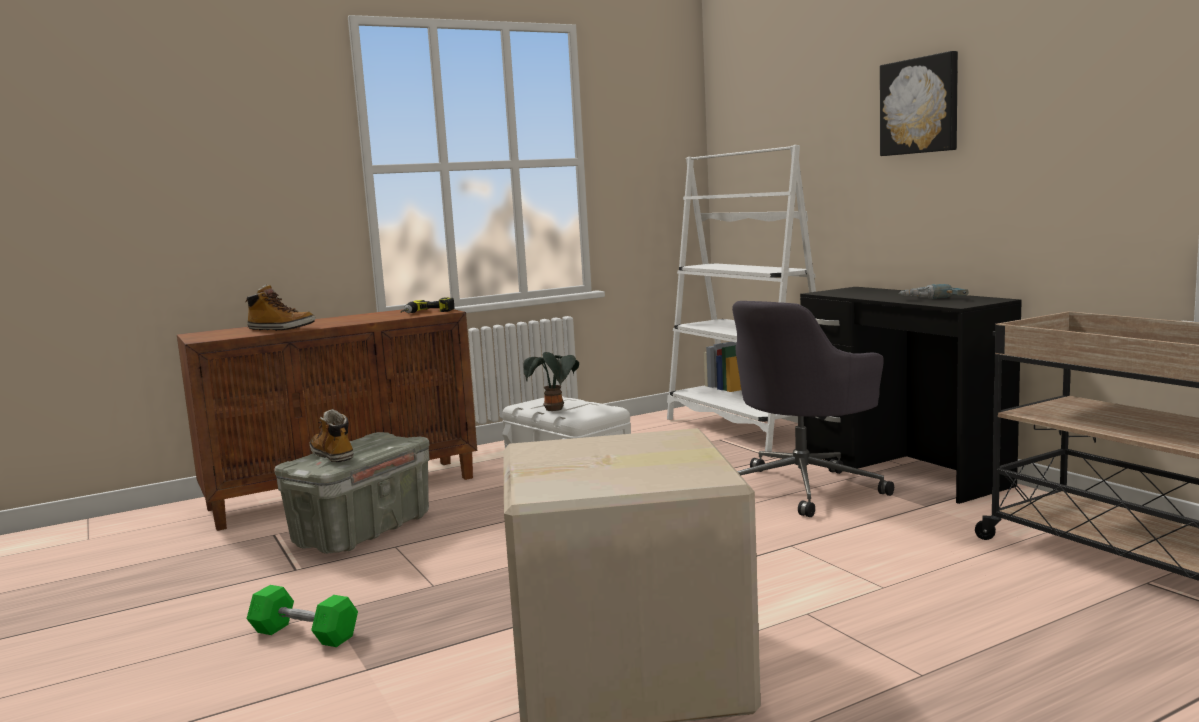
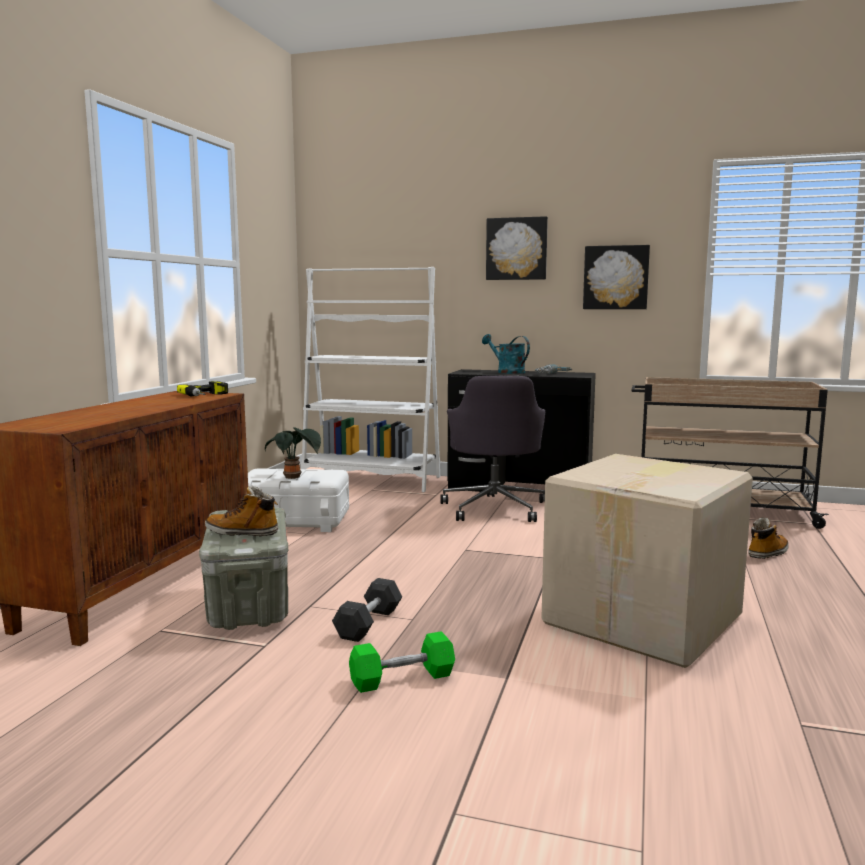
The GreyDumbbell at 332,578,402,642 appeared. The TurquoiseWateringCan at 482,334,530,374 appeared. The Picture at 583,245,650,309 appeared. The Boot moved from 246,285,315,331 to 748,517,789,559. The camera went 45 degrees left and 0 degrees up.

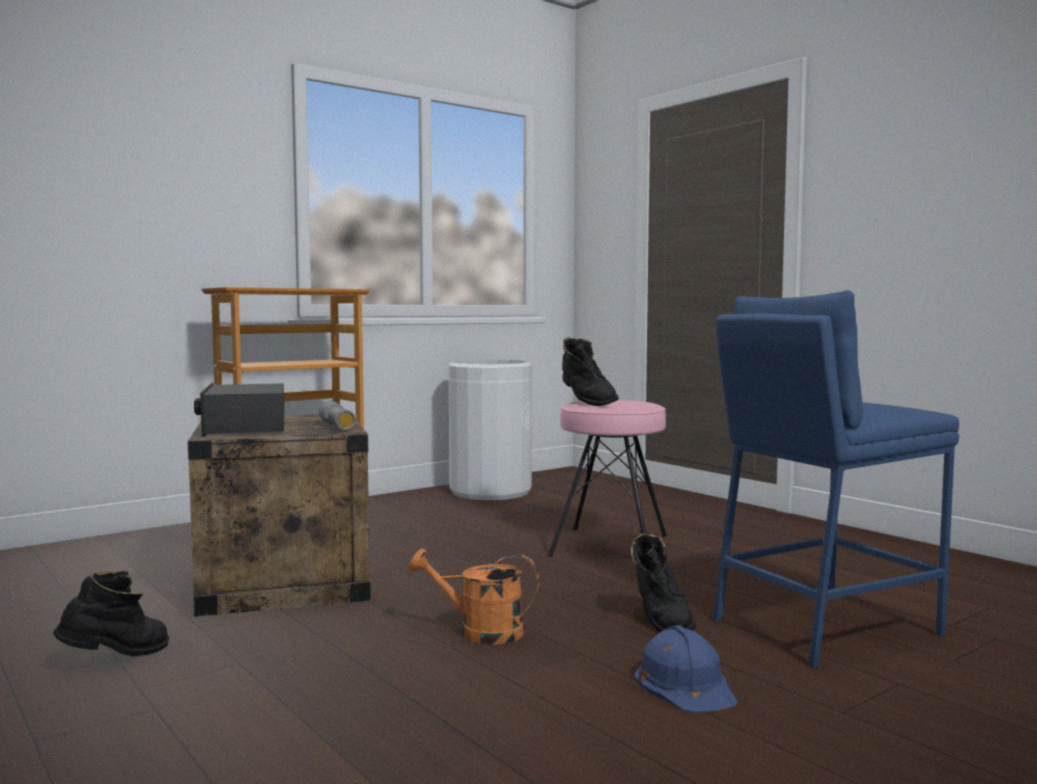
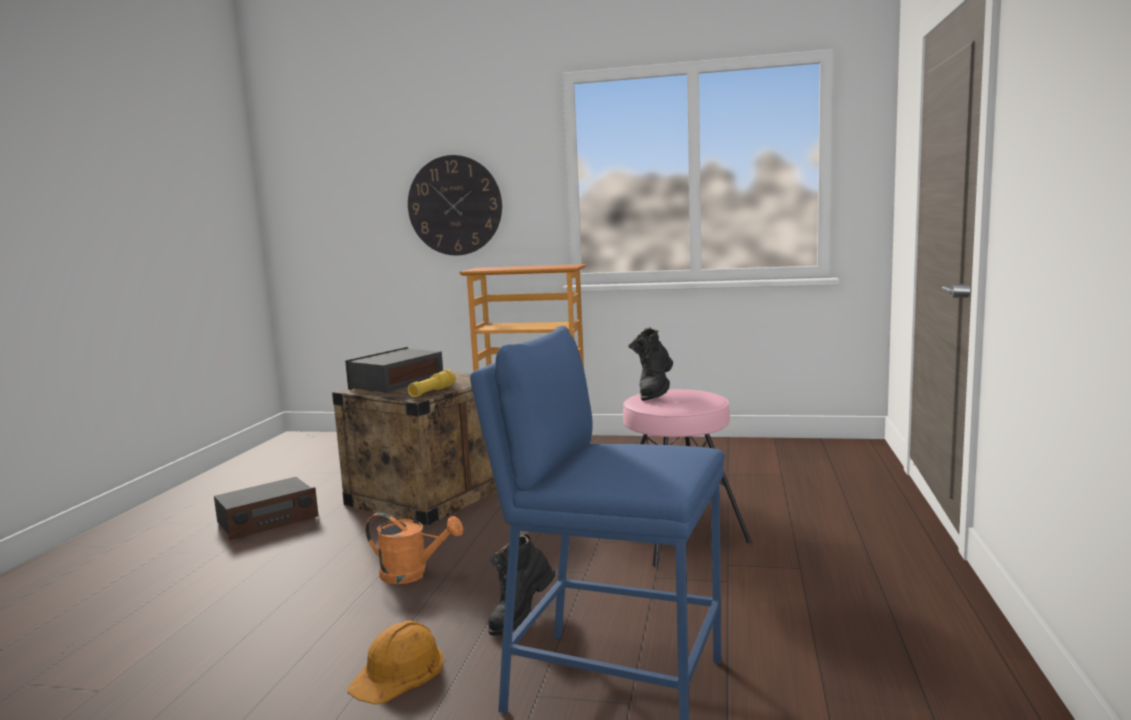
The WhiteTrashCan at 448,360,532,500 disappeared. The WallClock at 408,155,502,256 appeared. The BlackBoot at 53,570,169,657 was replaced by the Radio at 214,477,319,540. The GreyFlashlight at 319,401,356,430 became the YellowFlashlight at 408,370,456,397. The BlueHardHat at 635,625,738,713 became the OrangeHardHat at 347,620,443,705. The OrangeWateringCan at 409,549,539,645 turned 135 degrees clockwise. The camera went 50 degrees right and 5 degrees up.

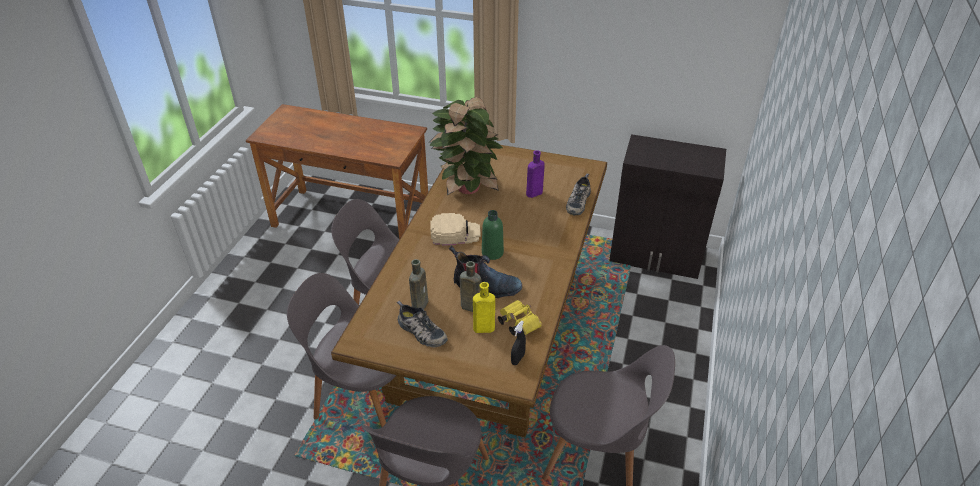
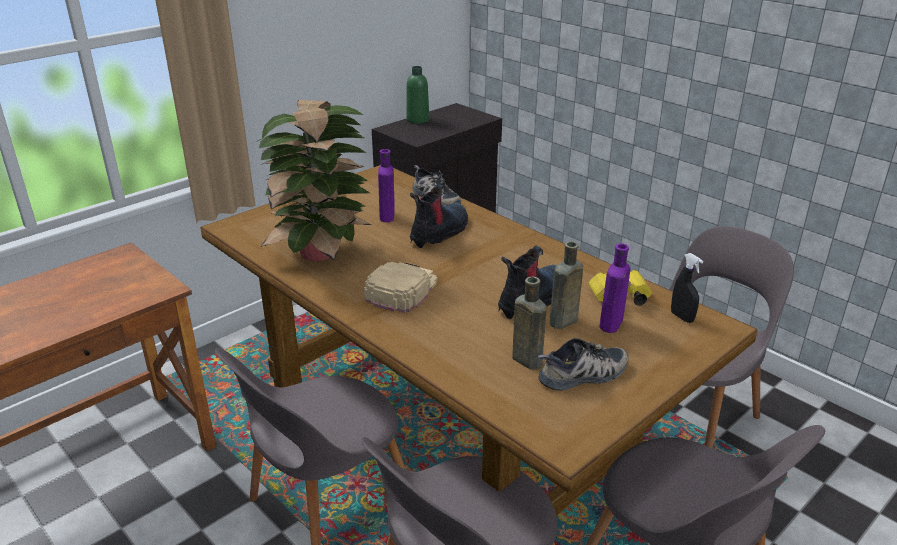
The Boot at 410,184,468,248 appeared. The GreenBottle moved from 482,210,504,260 to 406,66,429,124. The YellowBottle at 473,282,495,333 became the PurpleBottle at 599,243,630,333. The camera went 60 degrees left and 10 degrees down.

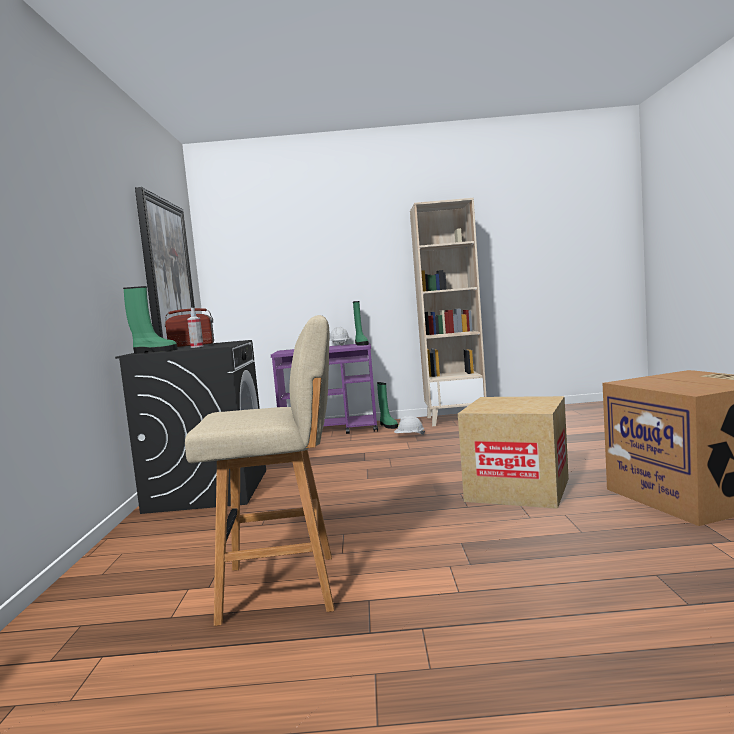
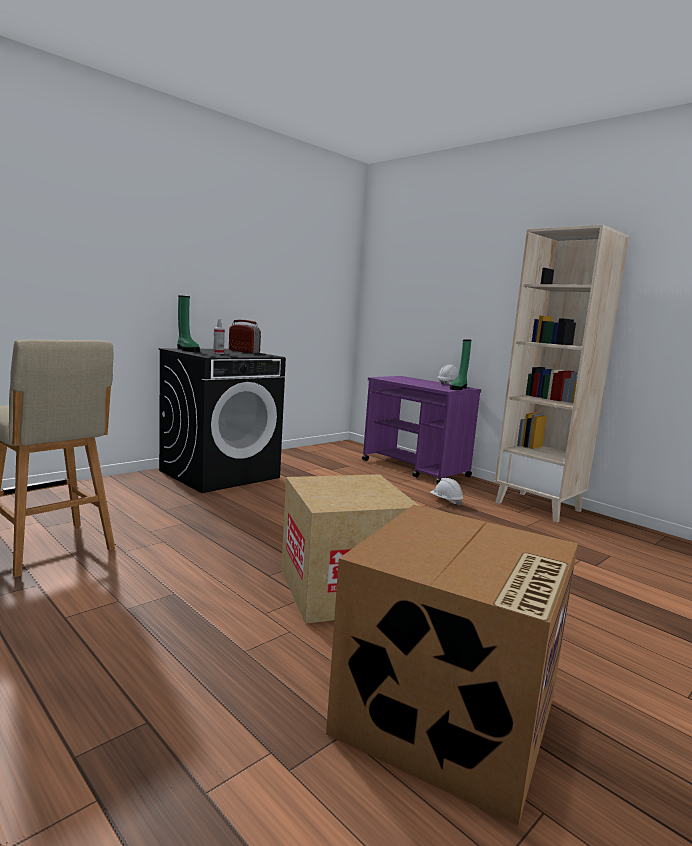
The Picture at 135,187,195,339 disappeared. The GreenBoot at 377,382,398,429 disappeared. The camera went 45 degrees right and 5 degrees up.

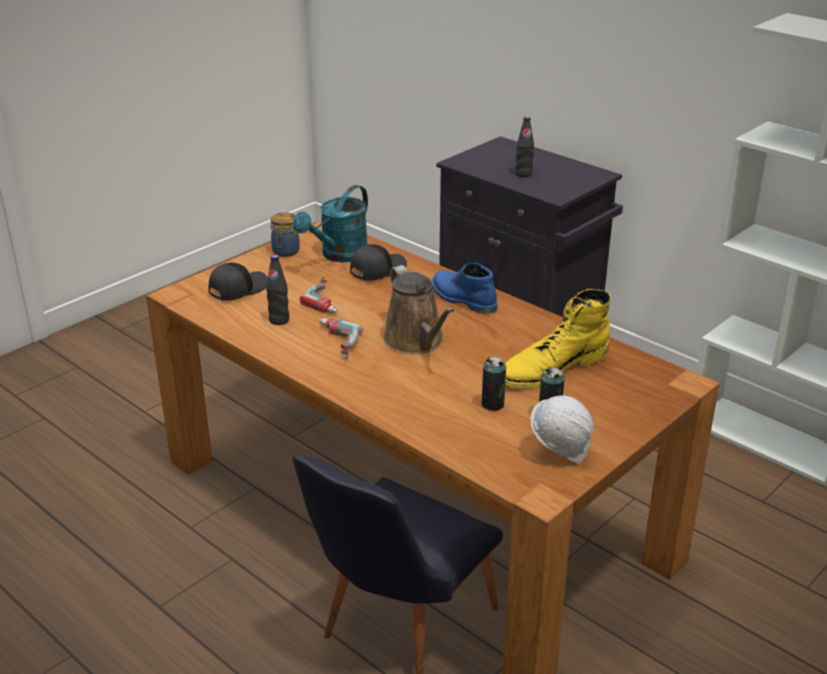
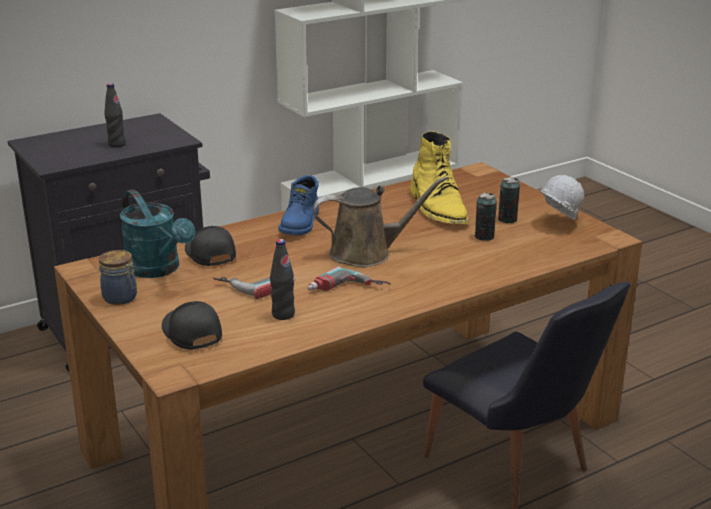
The BlueBoot at 432,263,497,314 turned 45 degrees counterclockwise. The camera went 75 degrees left and 5 degrees down.

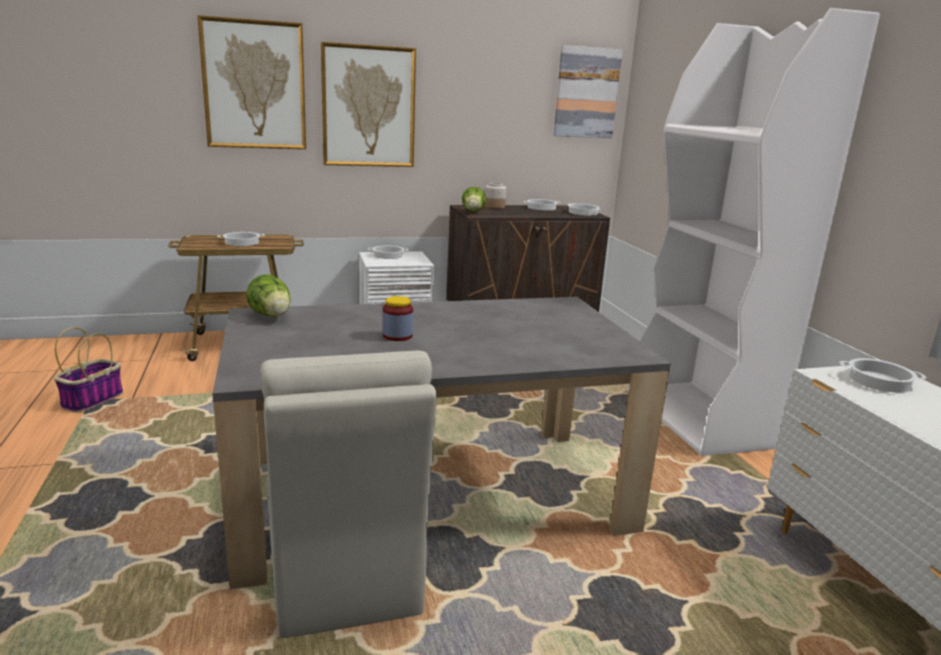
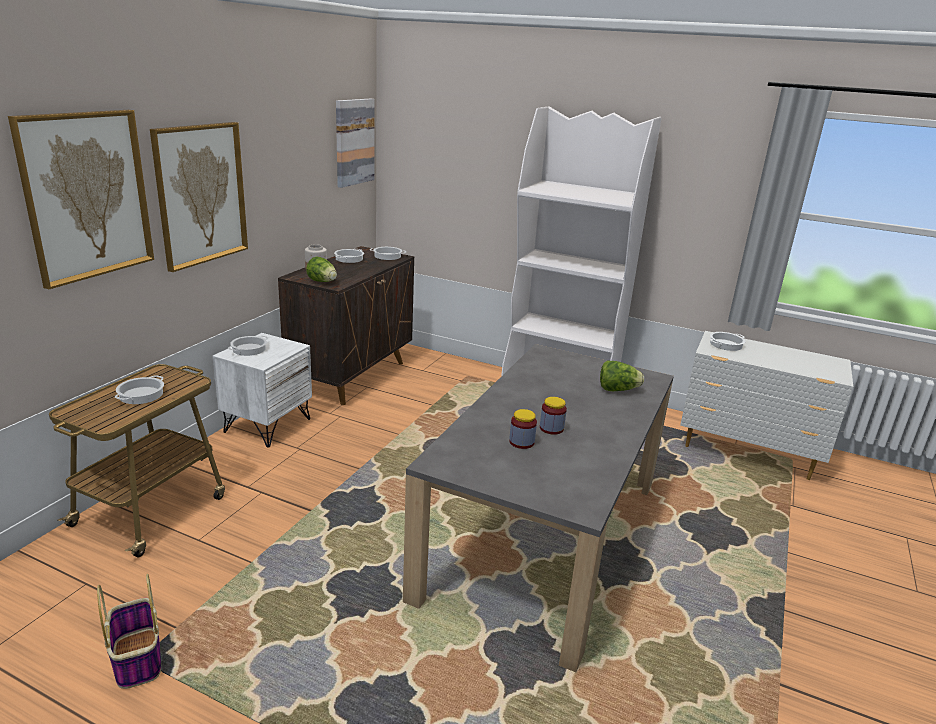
The BeigeChair at 260,351,437,638 disappeared. The Jar at 509,409,537,449 appeared. The Lettuce moved from 246,274,291,317 to 600,360,644,391. The camera went 50 degrees left and 5 degrees up.

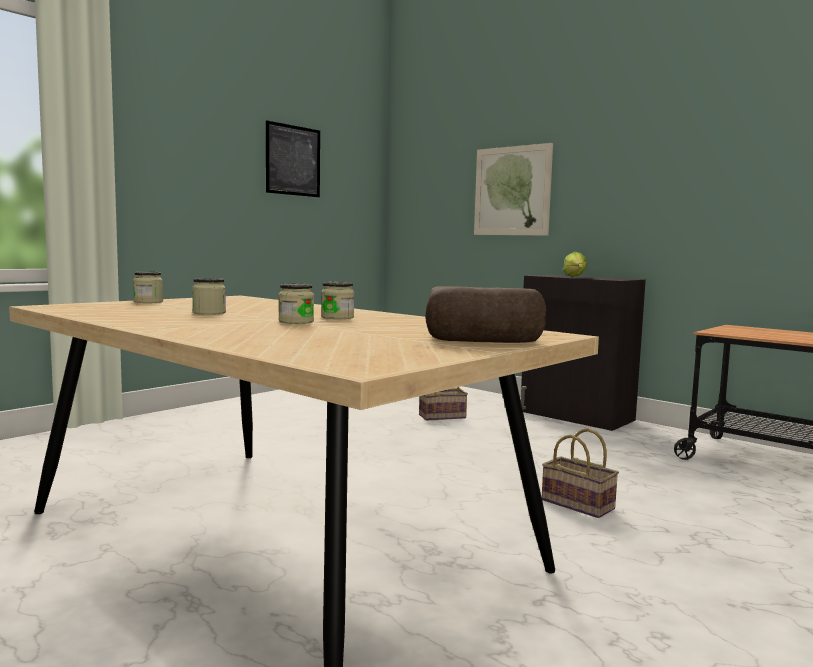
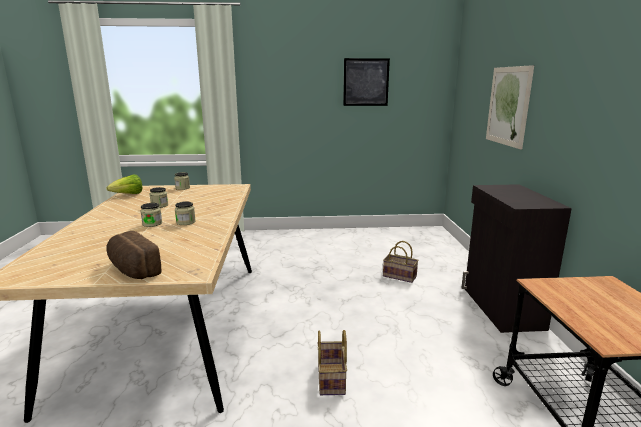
The Lettuce moved from 563,252,587,277 to 106,175,142,194. The camera went 45 degrees right and 10 degrees up.

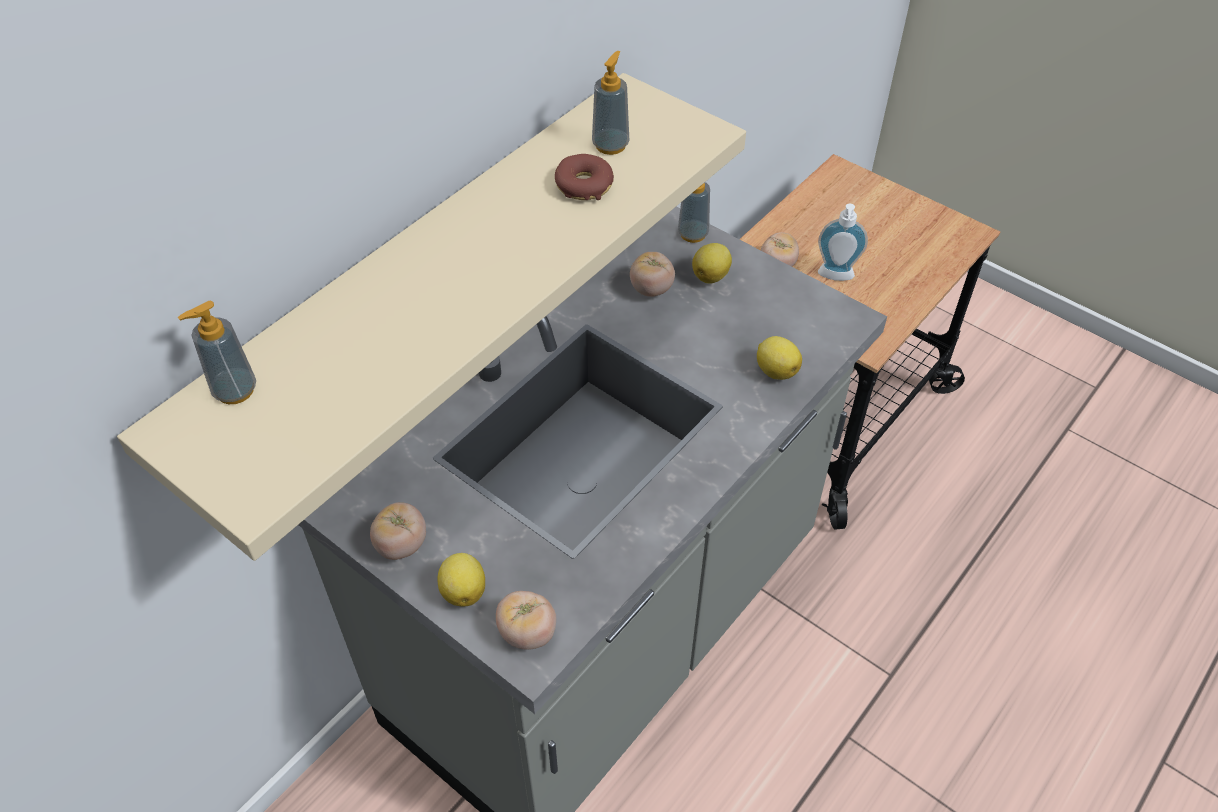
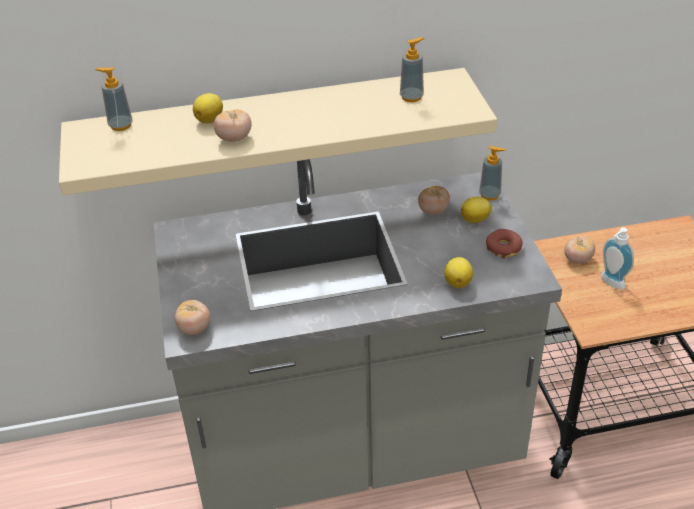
The Tomato moved from 370,502,426,560 to 214,109,252,142. The Lemon moved from 437,553,485,607 to 193,93,223,124. The Donut moved from 555,154,614,200 to 486,229,523,259. The camera went 40 degrees right and 10 degrees down.

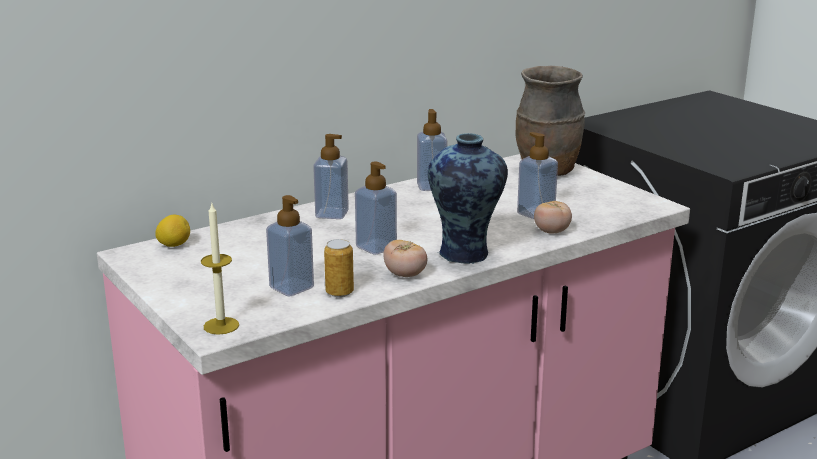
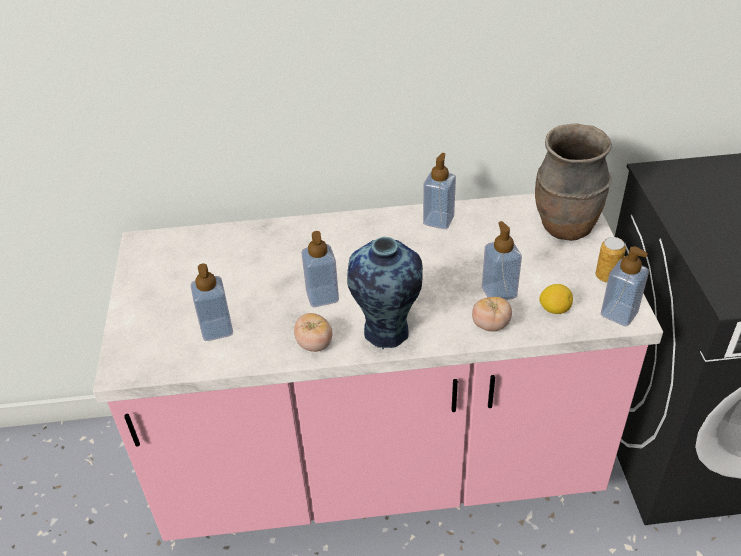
The Candle at 201,204,239,335 disappeared. The Lemon moved from 155,215,190,247 to 539,284,573,314. The SoapDispenser moved from 313,134,349,219 to 601,246,649,326. The Can moved from 324,239,354,297 to 596,237,626,282. The camera went 30 degrees right and 20 degrees up.

